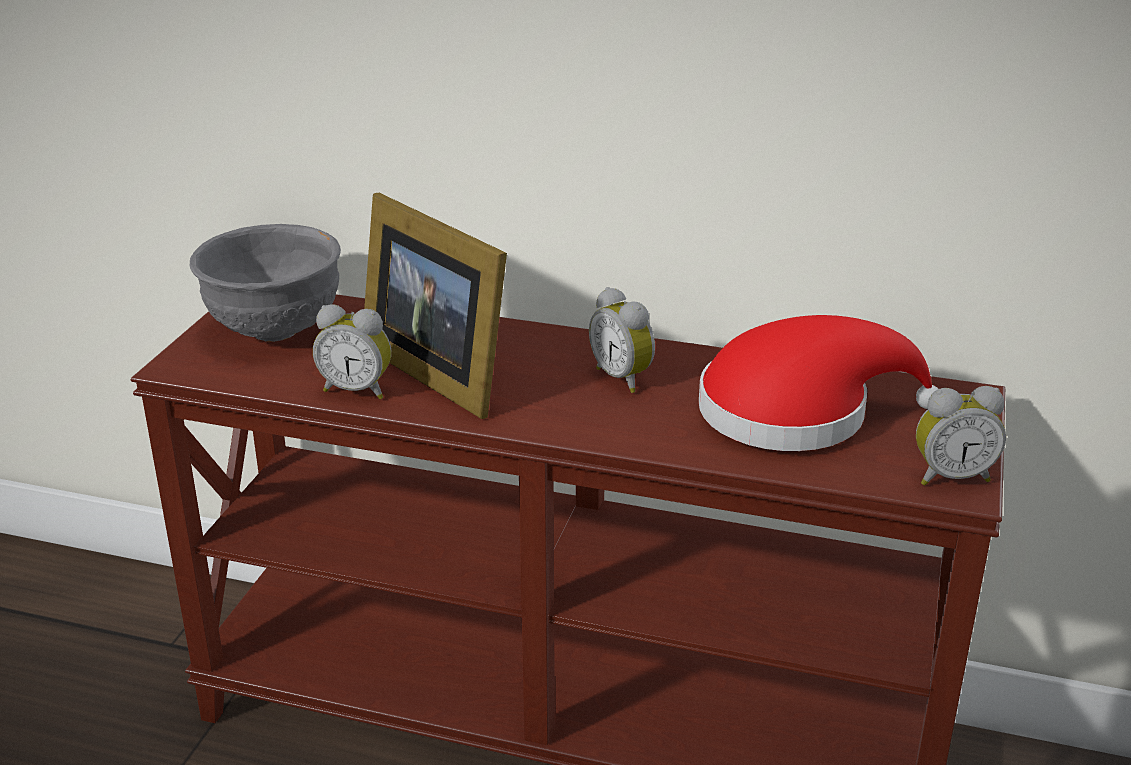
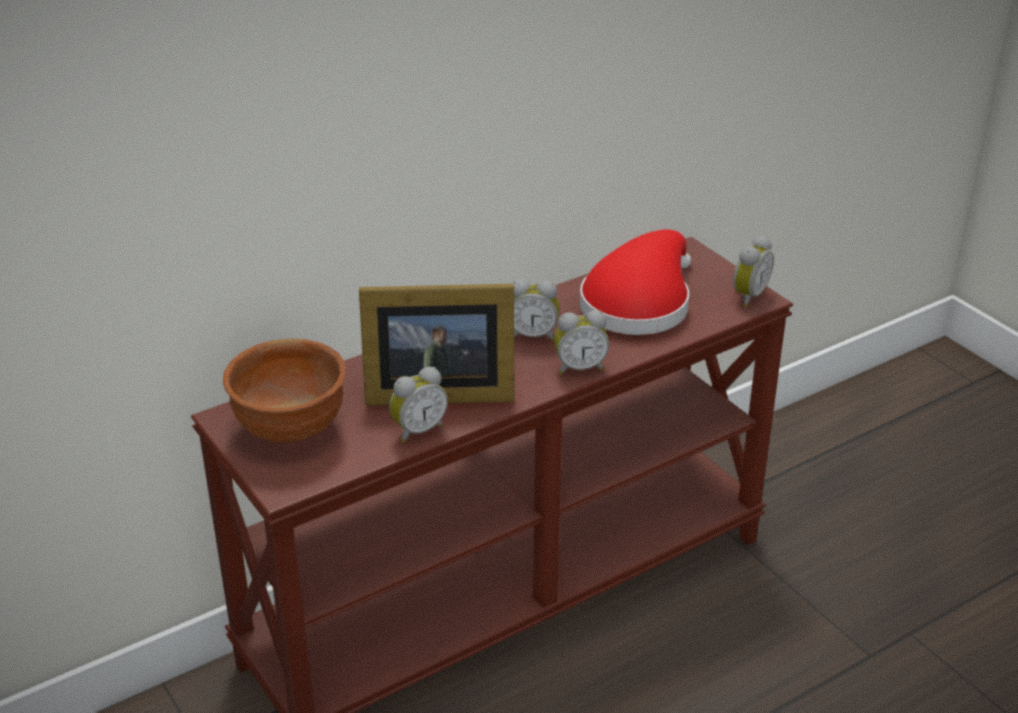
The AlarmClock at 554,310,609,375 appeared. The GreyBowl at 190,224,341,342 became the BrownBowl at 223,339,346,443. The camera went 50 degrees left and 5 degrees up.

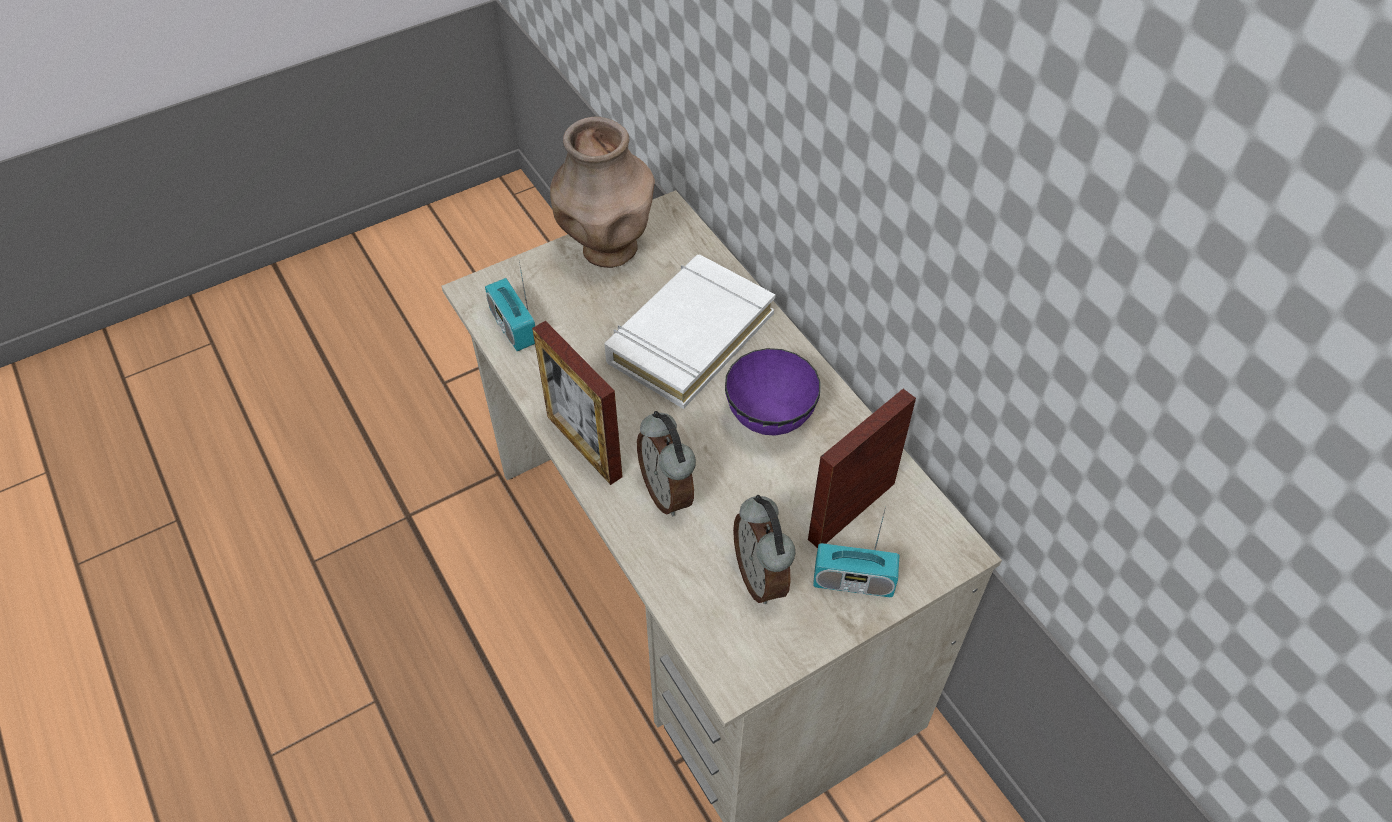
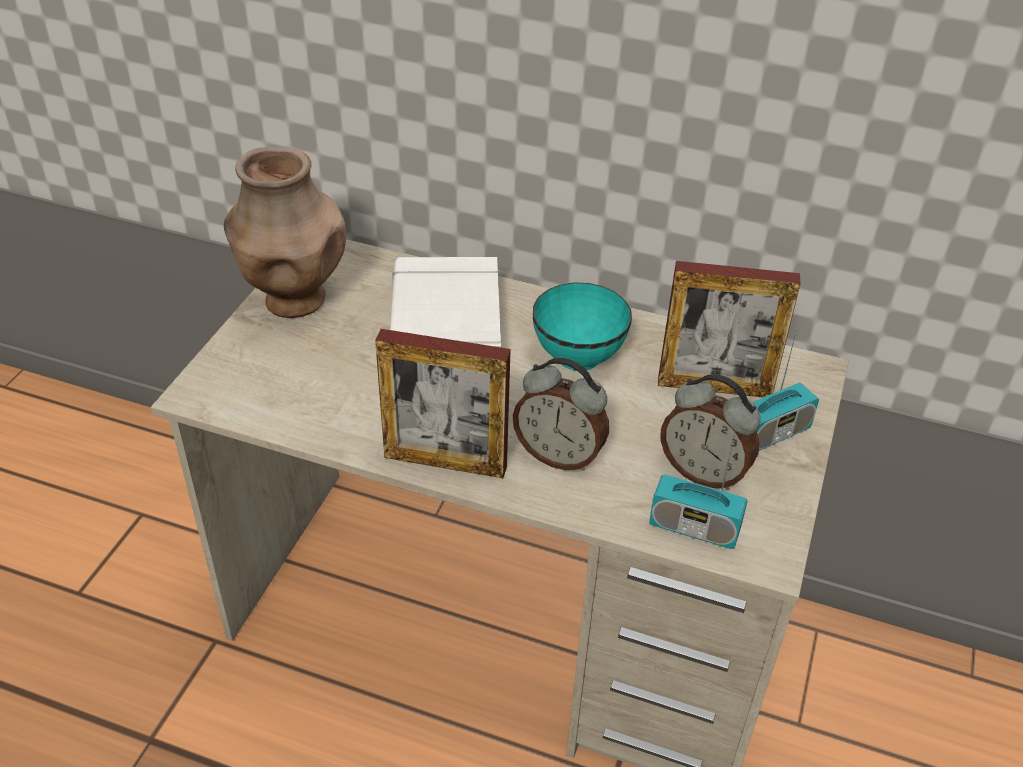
The Radio moved from 485,262,535,351 to 649,429,748,549. The PurpleBowl at 725,348,821,436 became the TurquoiseBowl at 533,282,632,371. The PictureFrame at 808,389,916,548 turned 90 degrees counterclockwise. The camera went 40 degrees left and 10 degrees down.

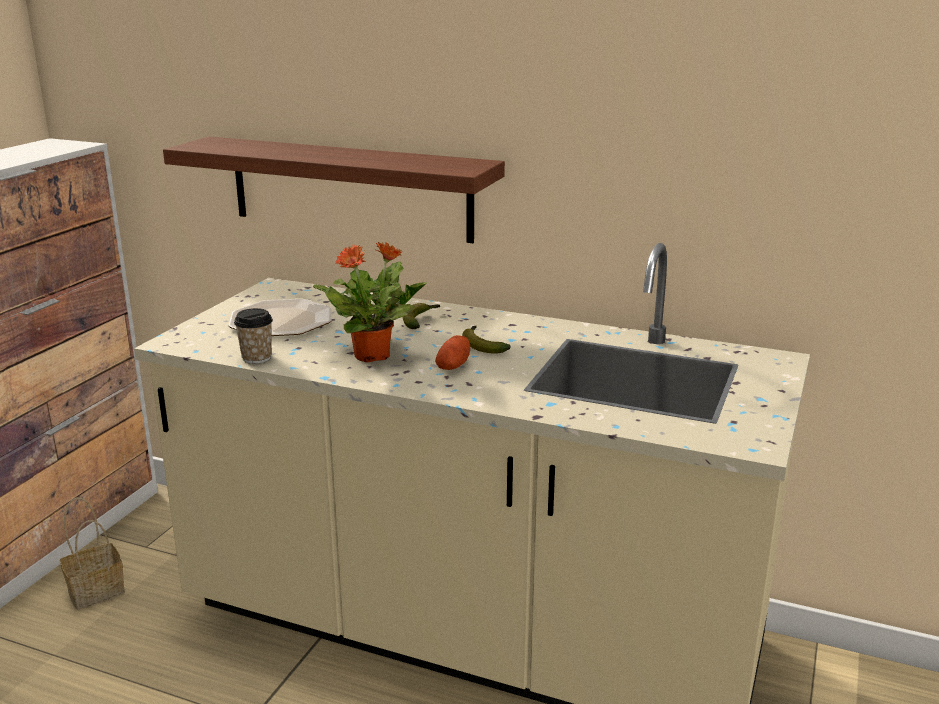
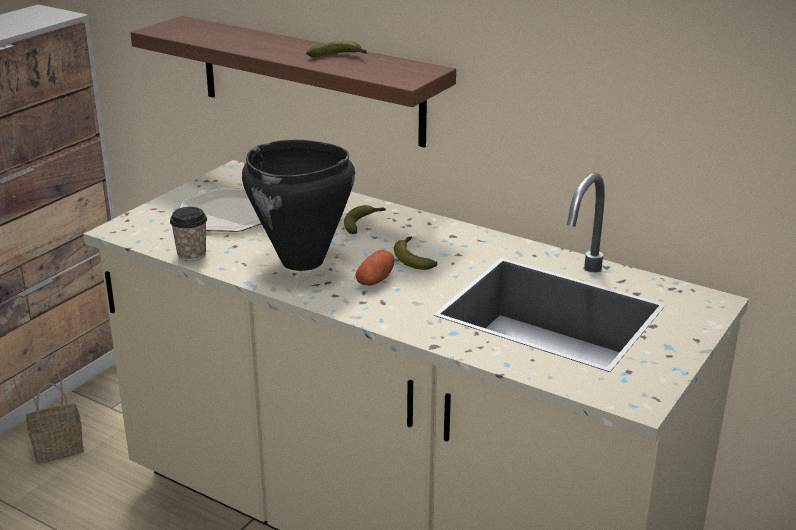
The Banana at 306,41,367,57 appeared. The PottedPlant at 313,241,427,363 was replaced by the BlackCookingPot at 242,140,355,271. The camera went 10 degrees right and 5 degrees up.

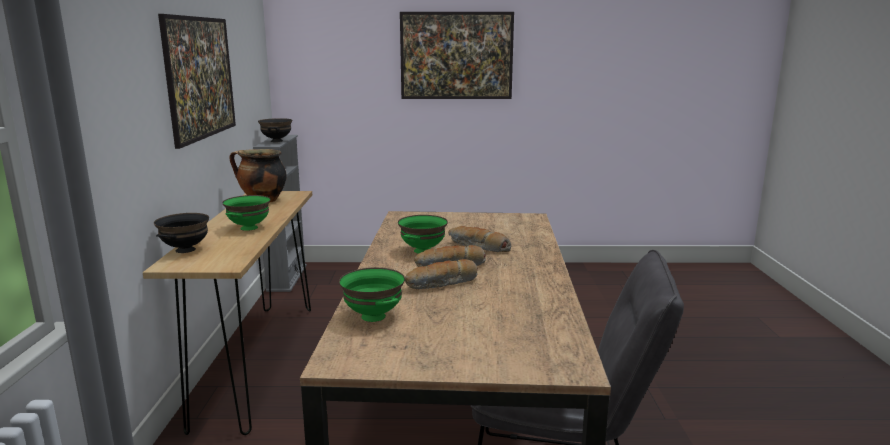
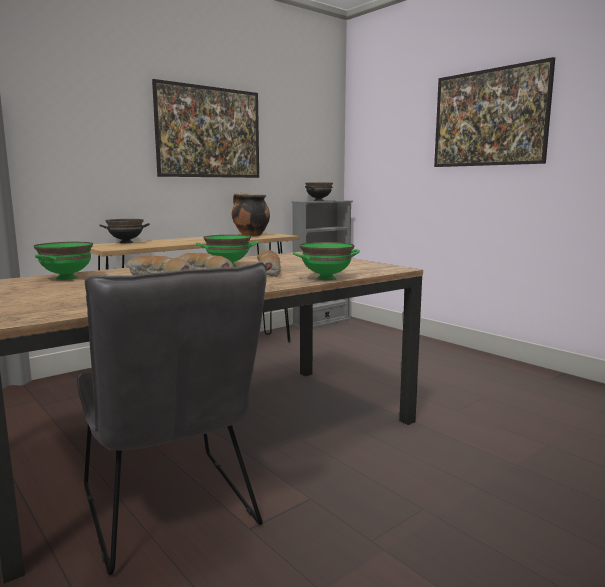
The GreenBowl moved from 222,195,270,231 to 293,242,360,280. The camera went 50 degrees right and 5 degrees down.

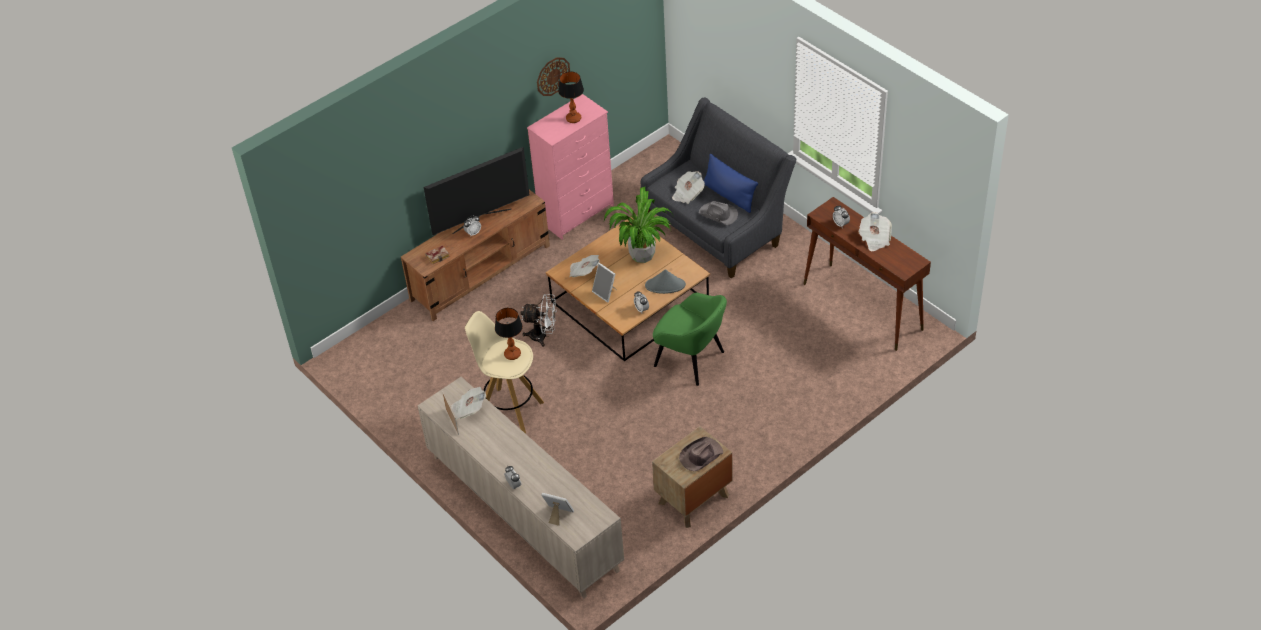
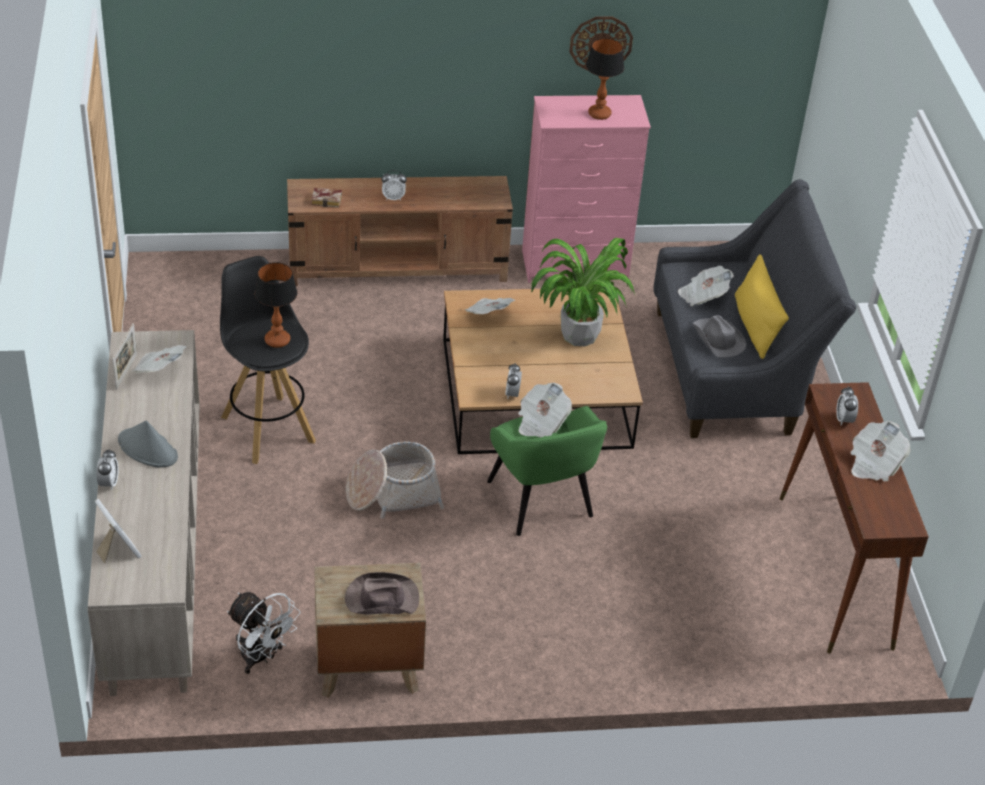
The Television at 424,147,530,235 disappeared. The PictureFrame at 592,263,616,303 disappeared. The Basket at 346,442,444,519 appeared. The Newspaper at 518,383,572,438 appeared. The WhiteFan moved from 521,294,557,347 to 227,592,300,674. The GreyHat moved from 645,269,686,294 to 118,420,178,468. The BeigeStool at 465,311,544,434 became the BlackStool at 220,256,316,464. The BluePillow at 704,154,758,213 became the YellowPillow at 735,254,789,359. The camera went 30 degrees right and 5 degrees down.

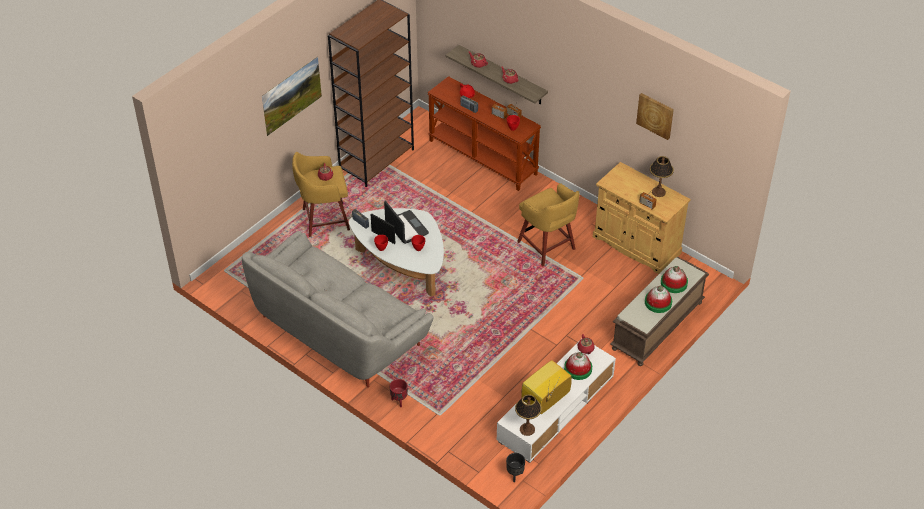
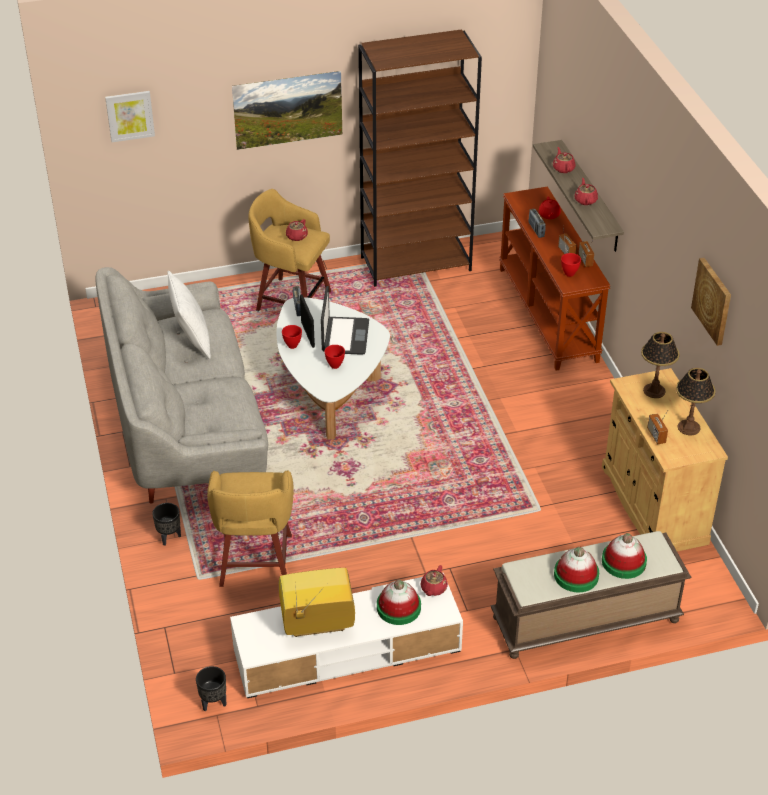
The Picture at 105,91,155,142 appeared. The WhitePillow at 168,270,211,359 appeared. The TableLamp moved from 515,394,542,436 to 641,332,680,398. The YellowStool moved from 517,183,580,266 to 207,470,293,587. The RedPlanter at 389,379,408,407 became the BlackPlanter at 152,503,181,546. The camera went 35 degrees right and 5 degrees down.

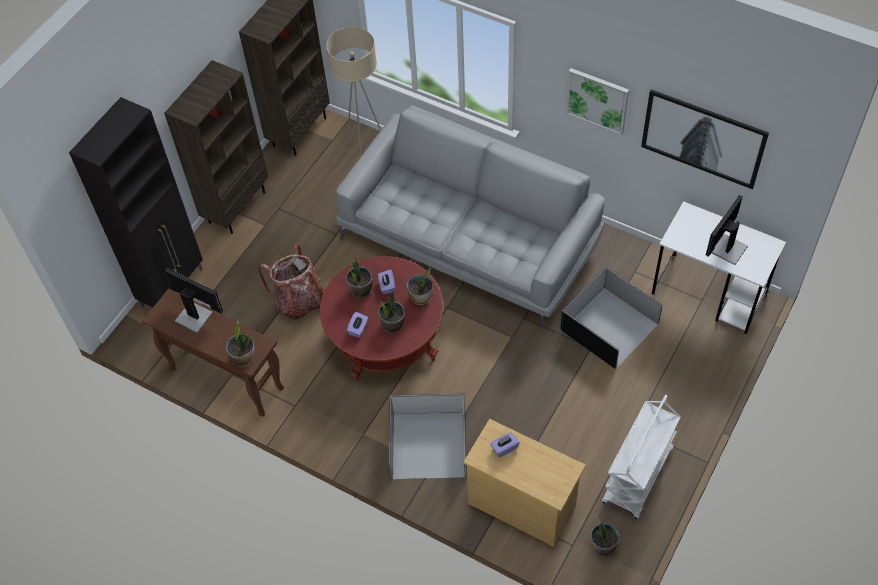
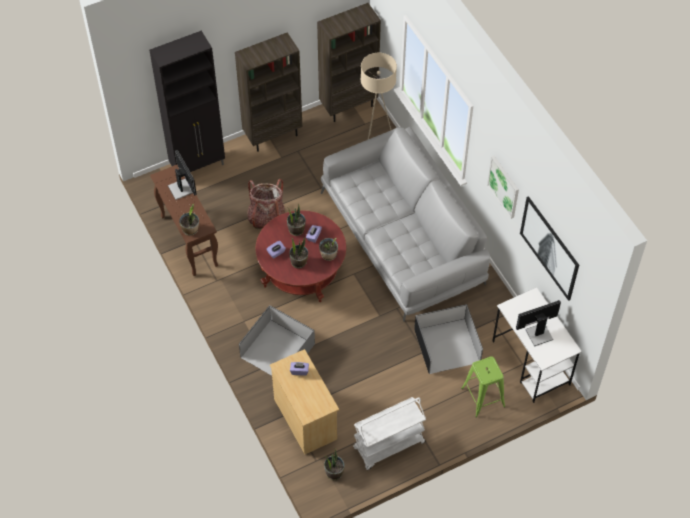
The GreenStool at 461,356,505,418 appeared. The camera went 30 degrees right and 0 degrees up.

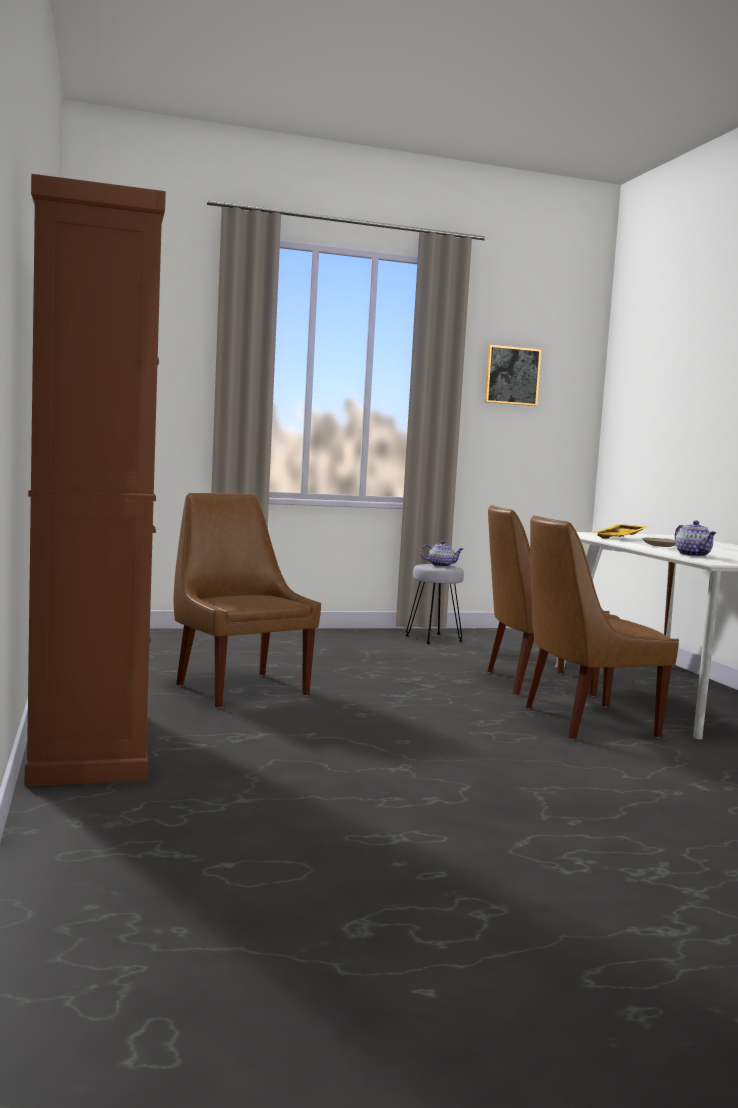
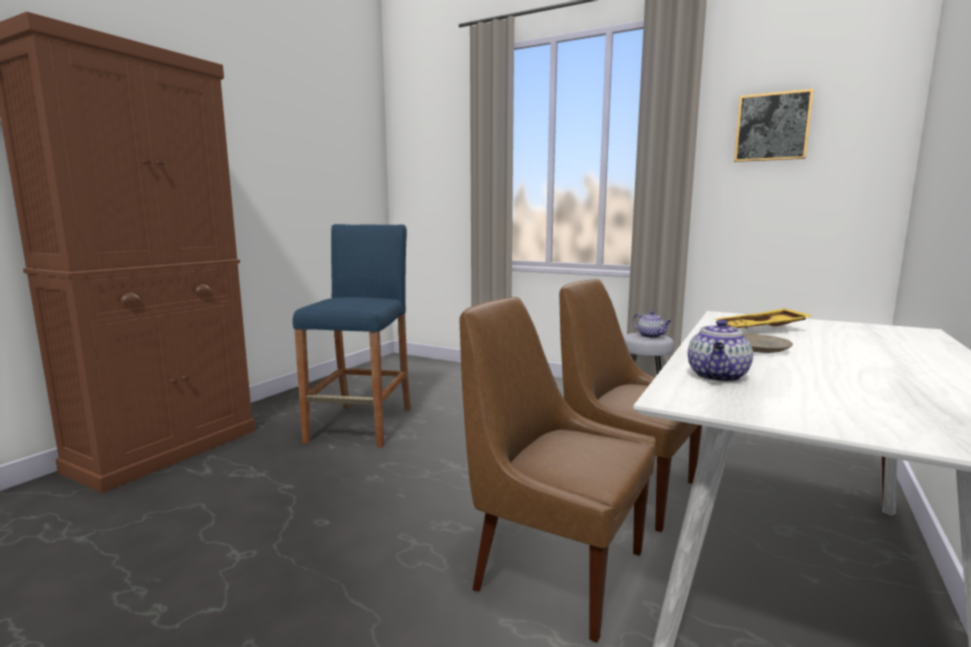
The BrownChair at 174,493,321,708 was replaced by the BlueStool at 293,224,411,448. The camera went 45 degrees right and 5 degrees up.

